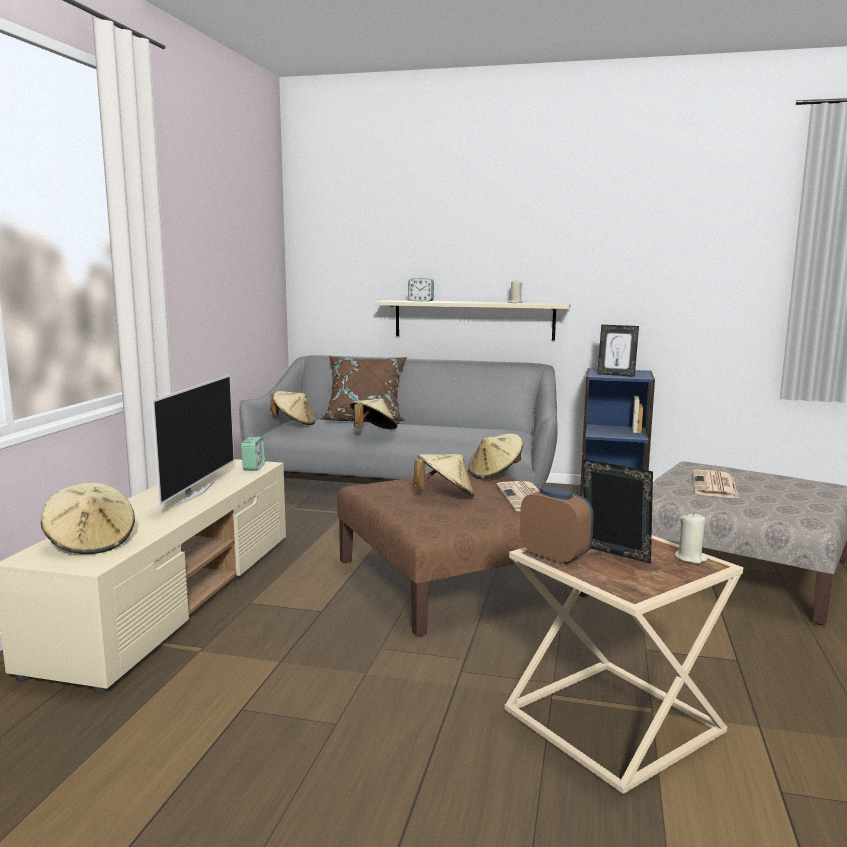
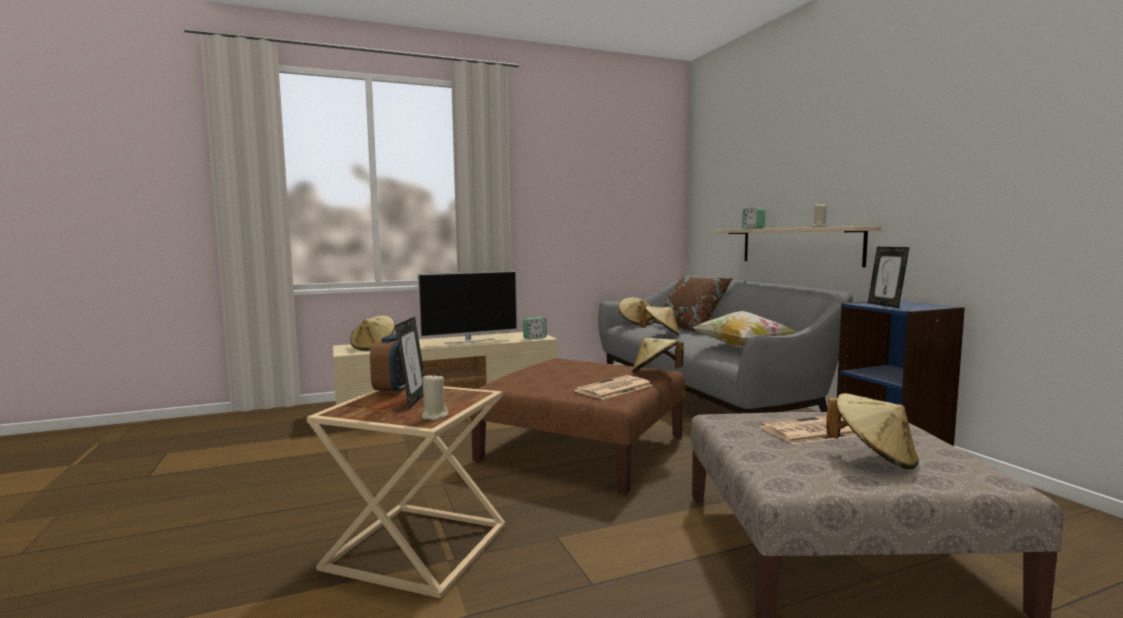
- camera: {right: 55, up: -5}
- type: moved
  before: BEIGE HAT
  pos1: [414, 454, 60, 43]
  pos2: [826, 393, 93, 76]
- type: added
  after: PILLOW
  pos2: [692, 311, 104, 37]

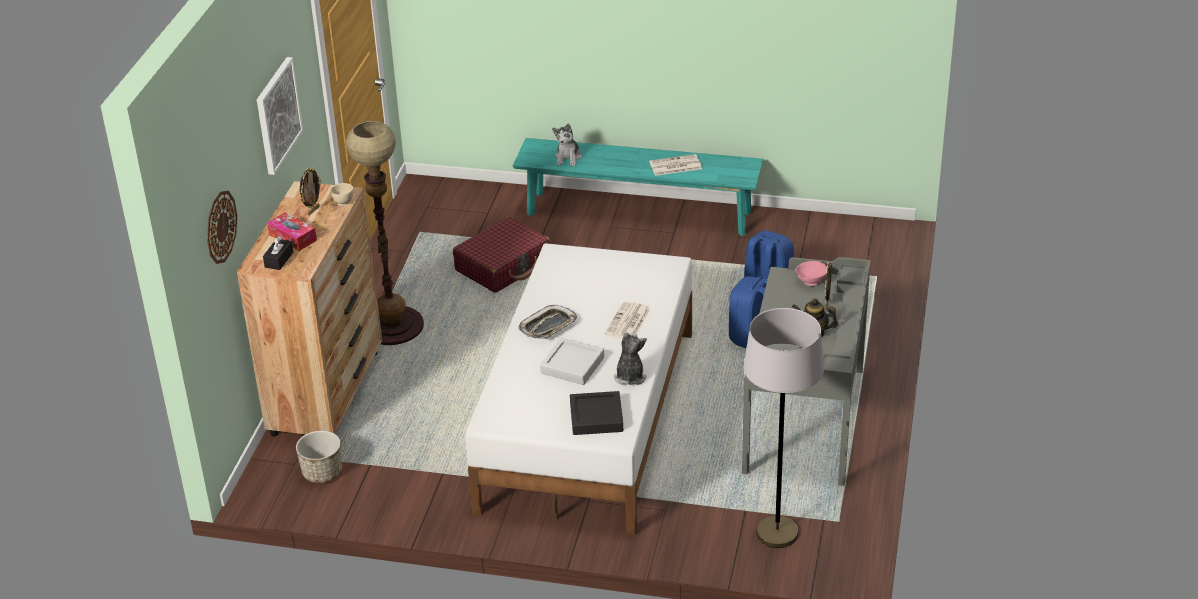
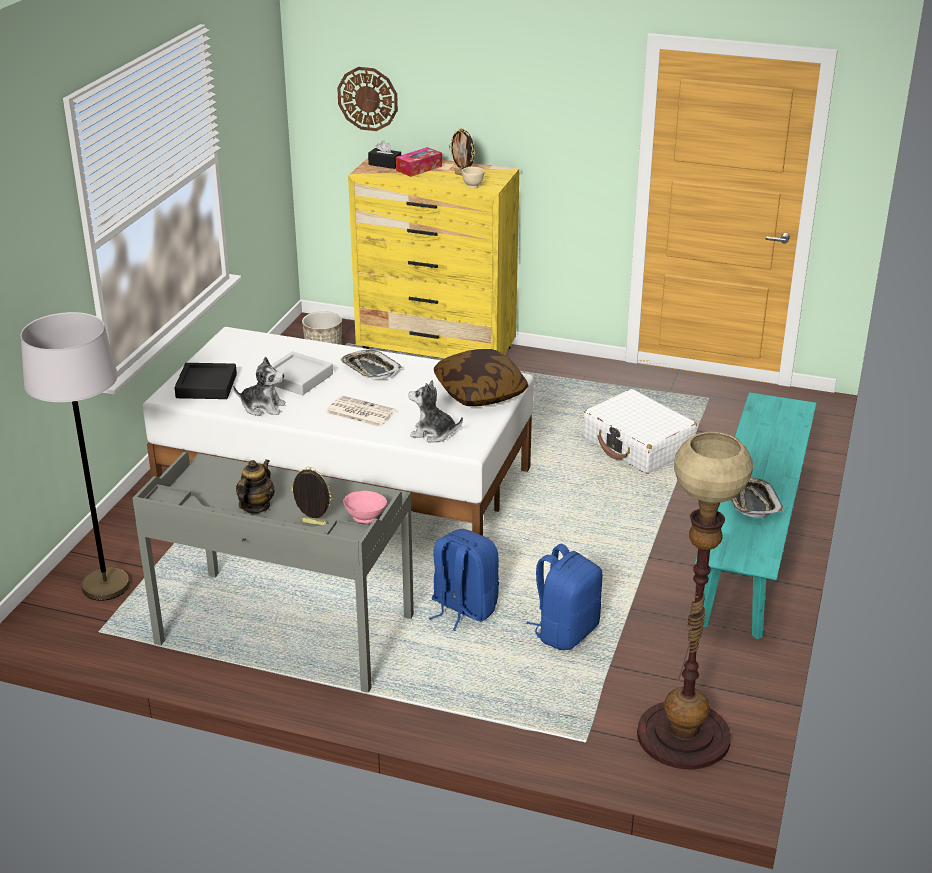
- camera: {right: 95, up: -5}
- type: removed
  before: PICTURE
  pos1: [257, 57, 46, 118]
- type: moved
  before: FLOOR LAMP
  pos1: [346, 121, 78, 224]
  pos2: [637, 432, 116, 337]
- type: moved
  before: PLUSH TOY
  pos1: [552, 123, 30, 43]
  pos2: [408, 380, 55, 62]
- type: replaced
  before: NEWSPAPER
  after: TRAY
  pos1: [650, 154, 52, 22]
  pos2: [731, 478, 53, 40]
- type: recoloured
  before: BROWN DRESSER
  after: YELLOW DRESSER
  pos1: [237, 181, 145, 256]
  pos2: [348, 158, 171, 201]
- type: recoloured
  before: RED SUITCASE
  after: WHITE SUITCASE
  pos1: [453, 217, 97, 76]
  pos2: [583, 389, 114, 85]
- type: added
  after: PILLOW
  pos2: [434, 349, 94, 57]

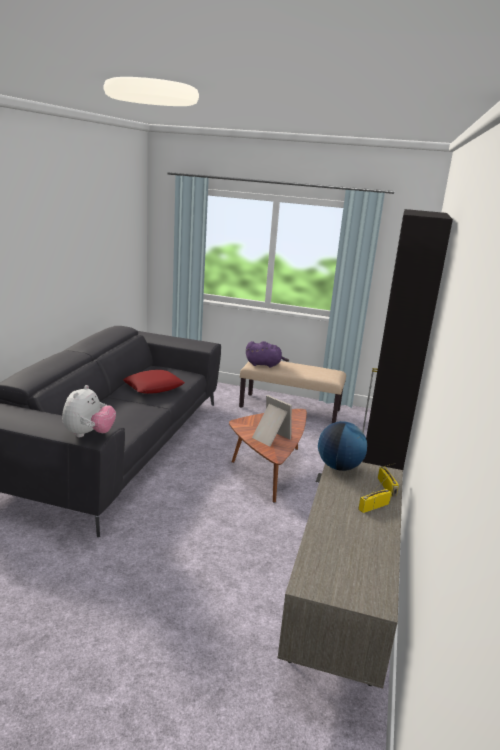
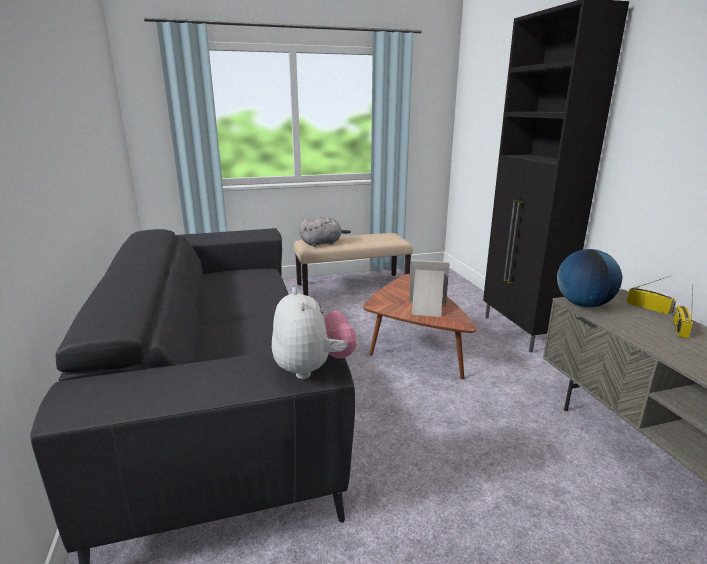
- camera: {right: -30, up: 0}
- type: recoloured
  before: PURPLE PLUSH TOY
  after: GREY PLUSH TOY
  pos1: [246, 341, 43, 27]
  pos2: [299, 216, 52, 31]
- type: removed
  before: RED PILLOW
  pos1: [123, 370, 62, 24]

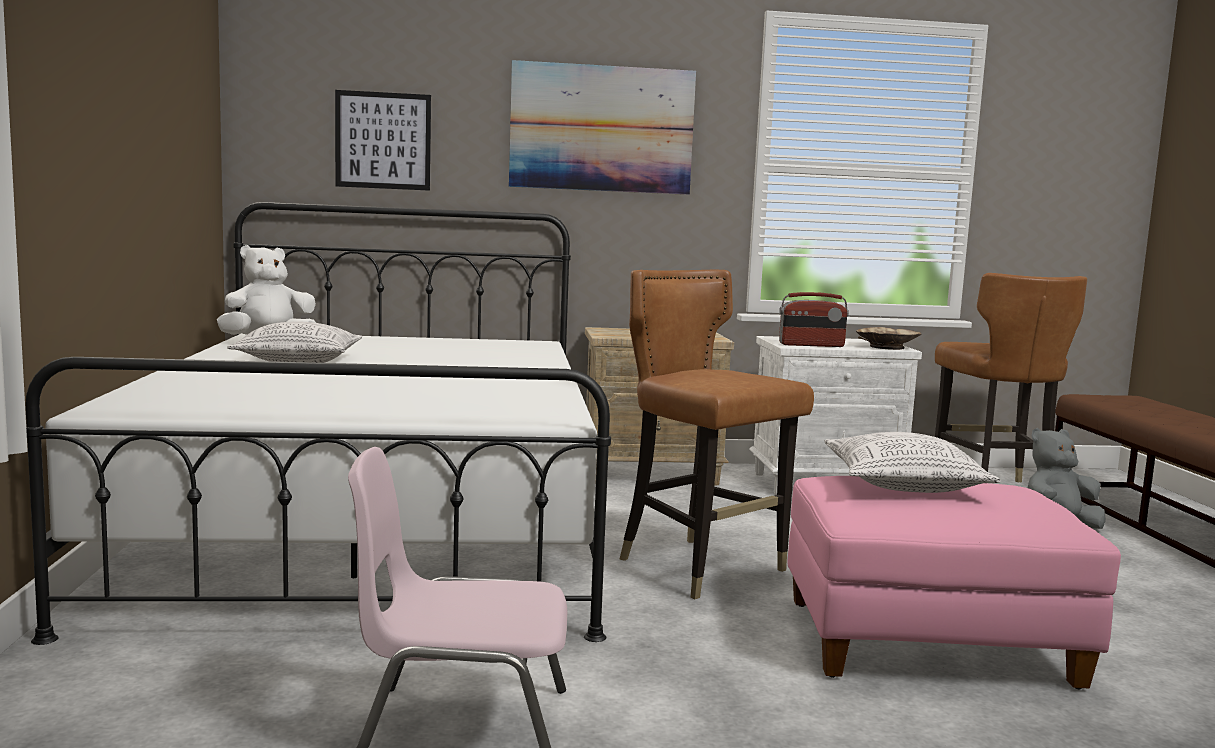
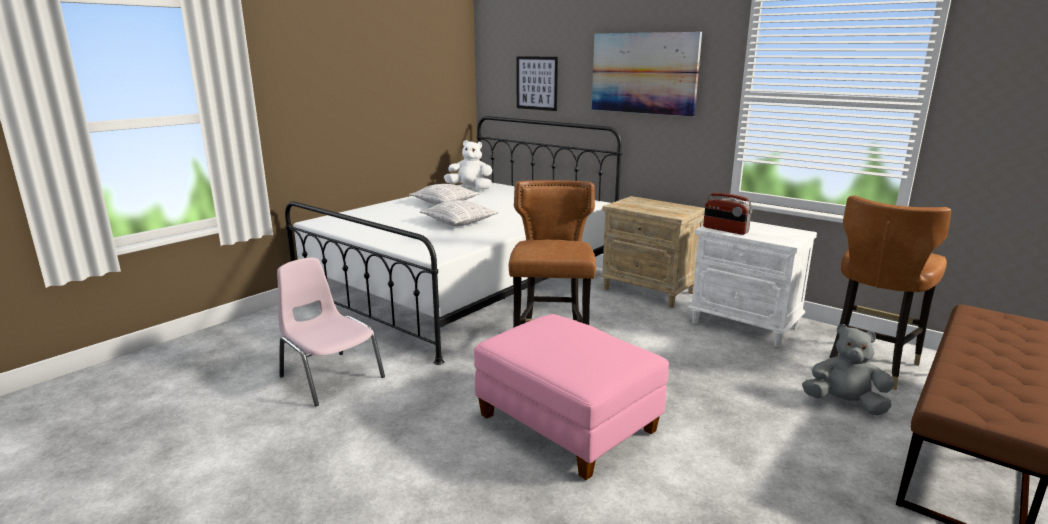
- camera: {right: 45, up: 10}
- type: removed
  before: BEIGE BOWL
  pos1: [856, 327, 65, 23]
- type: moved
  before: PILLOW
  pos1: [824, 432, 176, 61]
  pos2: [420, 200, 79, 26]

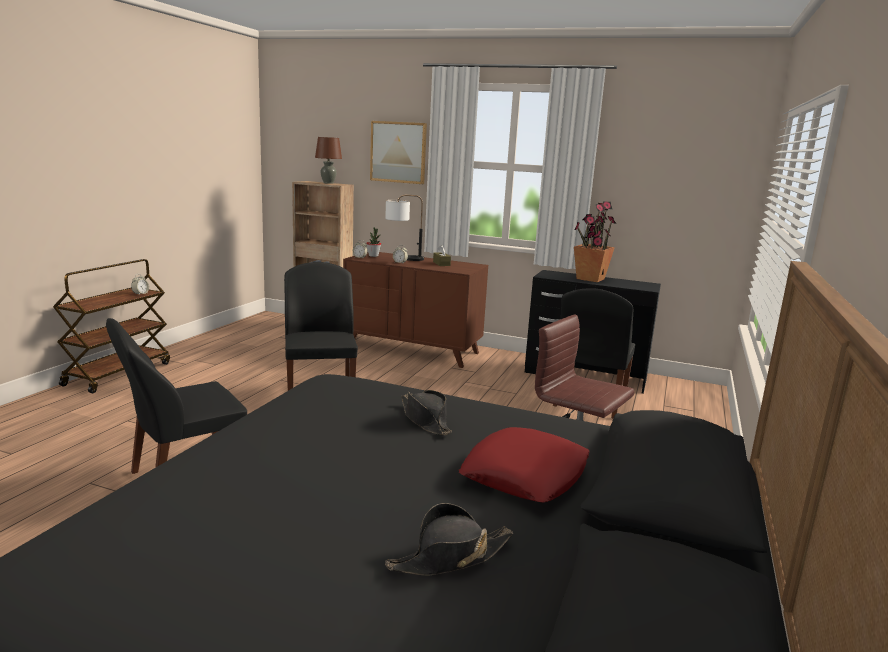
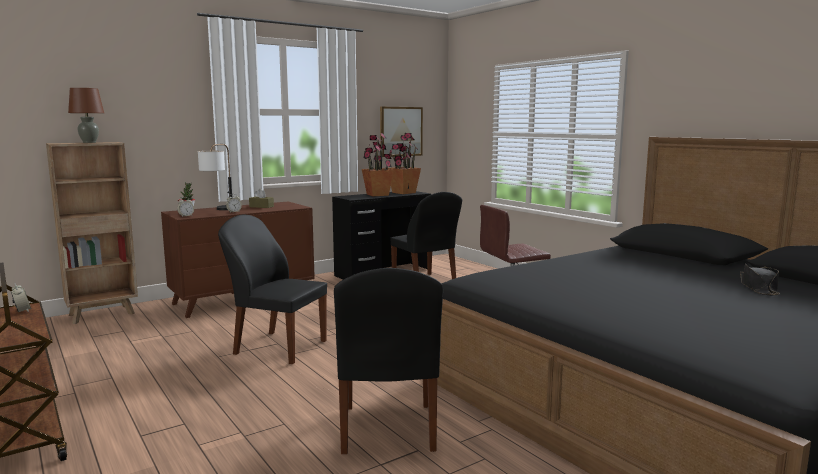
- camera: {right: -55, up: -5}
- type: moved
  before: PICTURE
  pos1: [370, 121, 57, 63]
  pos2: [380, 107, 43, 50]
- type: removed
  before: BLACK HAT
  pos1: [401, 390, 51, 45]
- type: removed
  before: RED PILLOW
  pos1: [459, 427, 131, 76]
- type: added
  after: POTTED PLANT
  pos2: [388, 133, 33, 61]

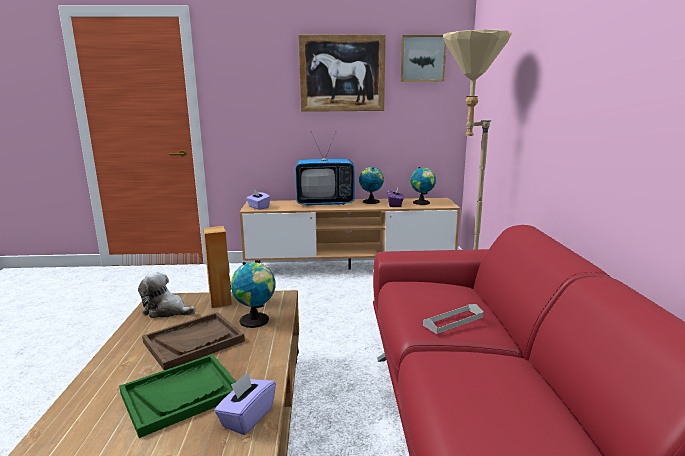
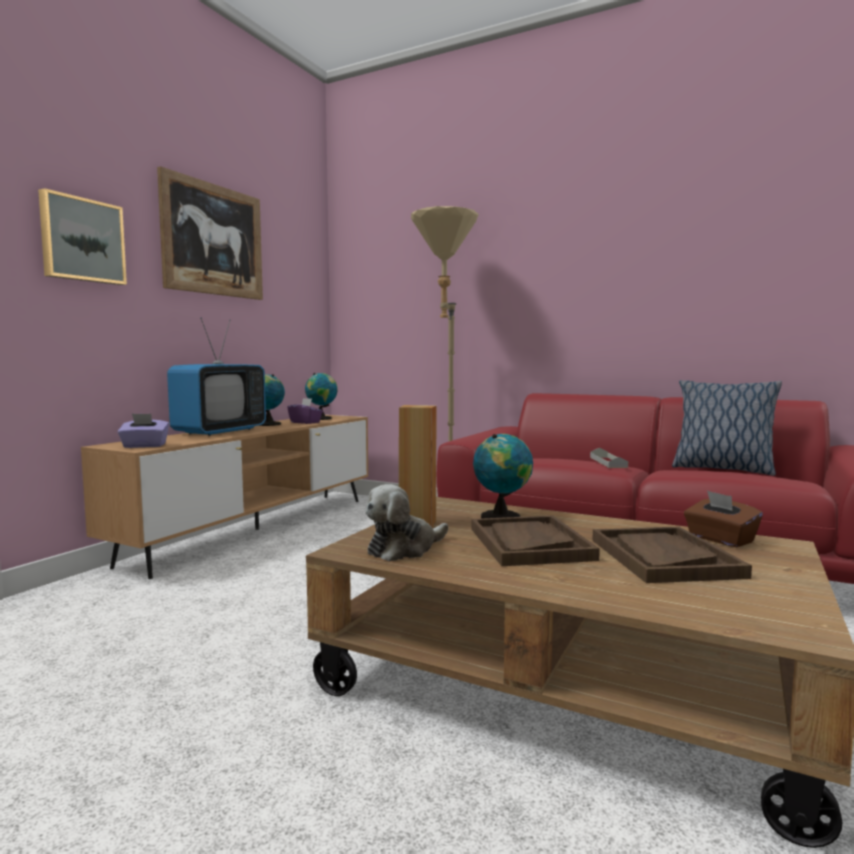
- camera: {right: -60, up: -10}
- type: moved
  before: PICTURE
  pos1: [401, 35, 45, 47]
  pos2: [38, 188, 89, 97]
- type: recoloured
  before: GREEN TRAY
  after: BROWN TRAY
  pos1: [119, 354, 117, 84]
  pos2: [592, 527, 160, 56]
- type: recoloured
  before: PURPLE TISSUE BOX
  after: BROWN TISSUE BOX
  pos1: [214, 372, 62, 63]
  pos2: [684, 491, 79, 56]
- type: added
  after: PILLOW
  pos2: [672, 380, 110, 96]

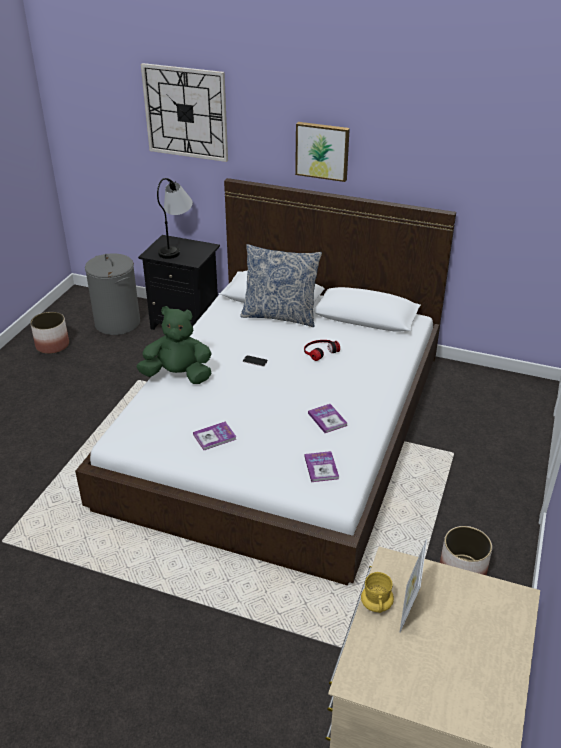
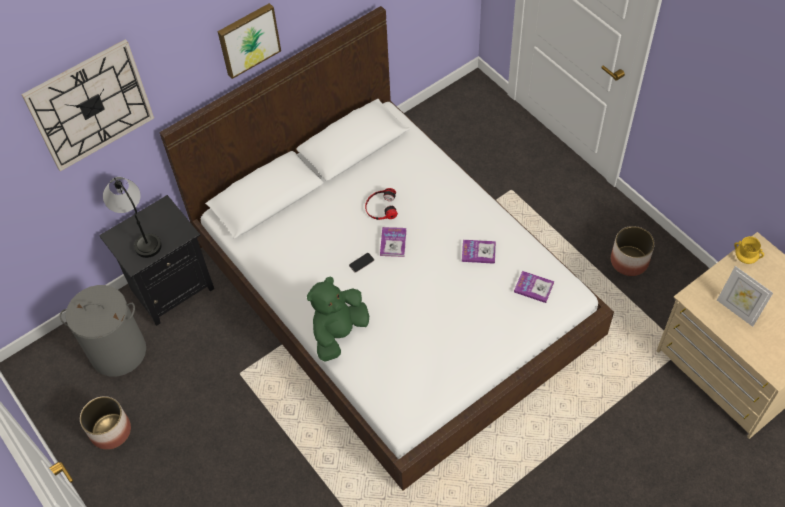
- camera: {right: -55, up: 20}
- type: removed
  before: PILLOW
  pos1: [240, 244, 82, 83]
- type: moved
  before: BOOK
  pos1: [193, 422, 43, 28]
  pos2: [380, 227, 26, 30]
- type: moved
  before: YELLOW MUG
  pos1: [361, 572, 33, 41]
  pos2: [734, 236, 30, 28]

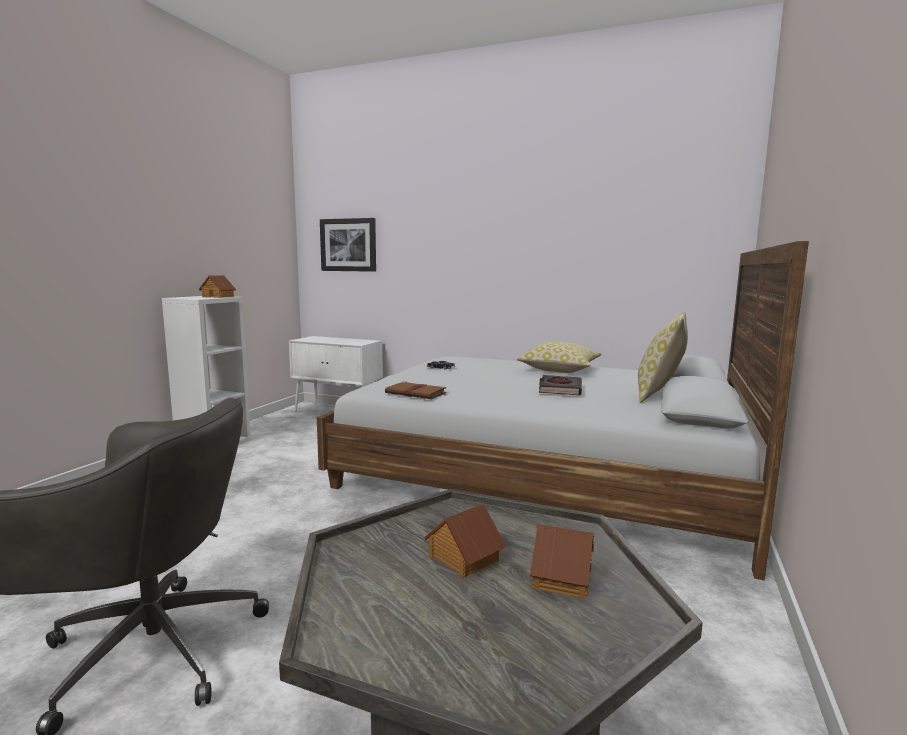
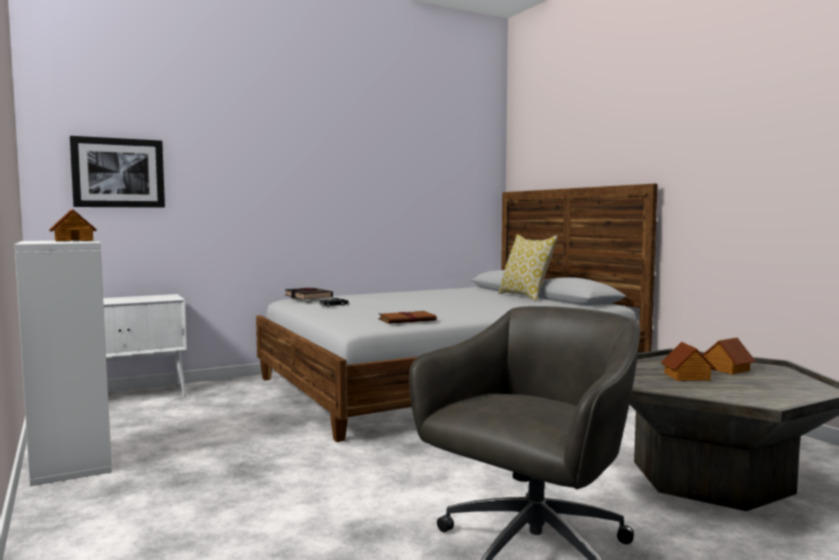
- camera: {right: -50, up: -5}
- type: removed
  before: PILLOW
  pos1: [517, 341, 85, 32]
- type: moved
  before: BLACK BOOK
  pos1: [539, 375, 43, 20]
  pos2: [285, 288, 48, 12]

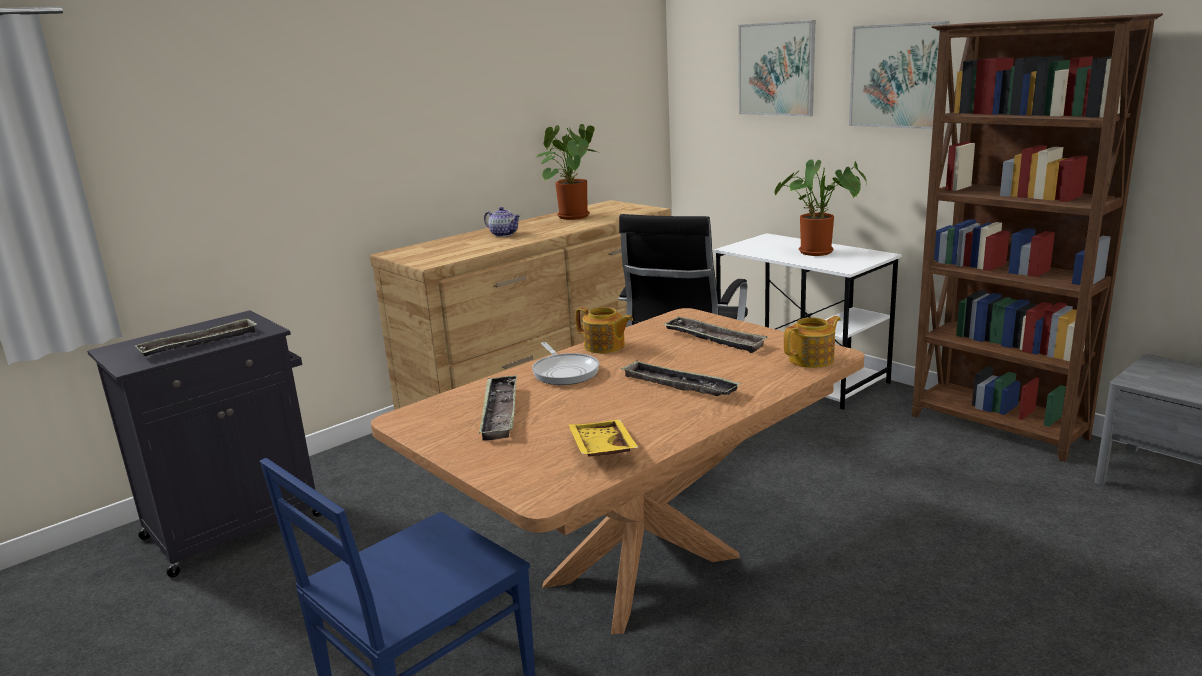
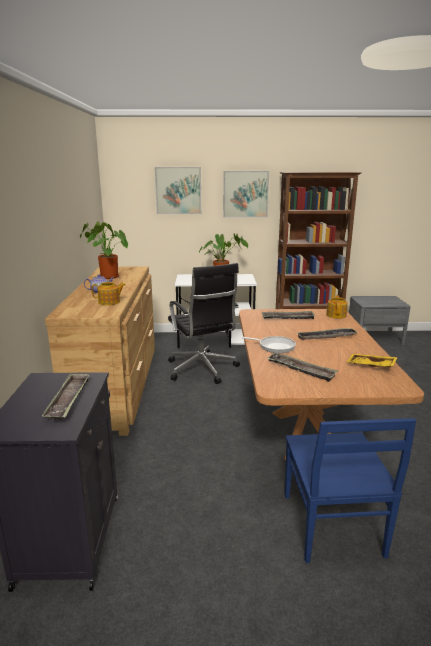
- camera: {right: -50, up: 0}
- type: moved
  before: TEAPOT
  pos1: [576, 307, 57, 46]
  pos2: [92, 282, 34, 23]

